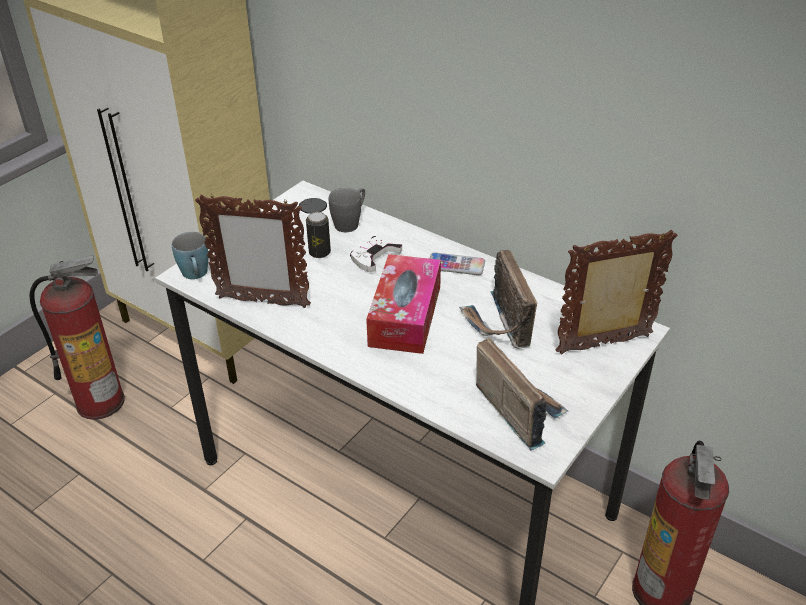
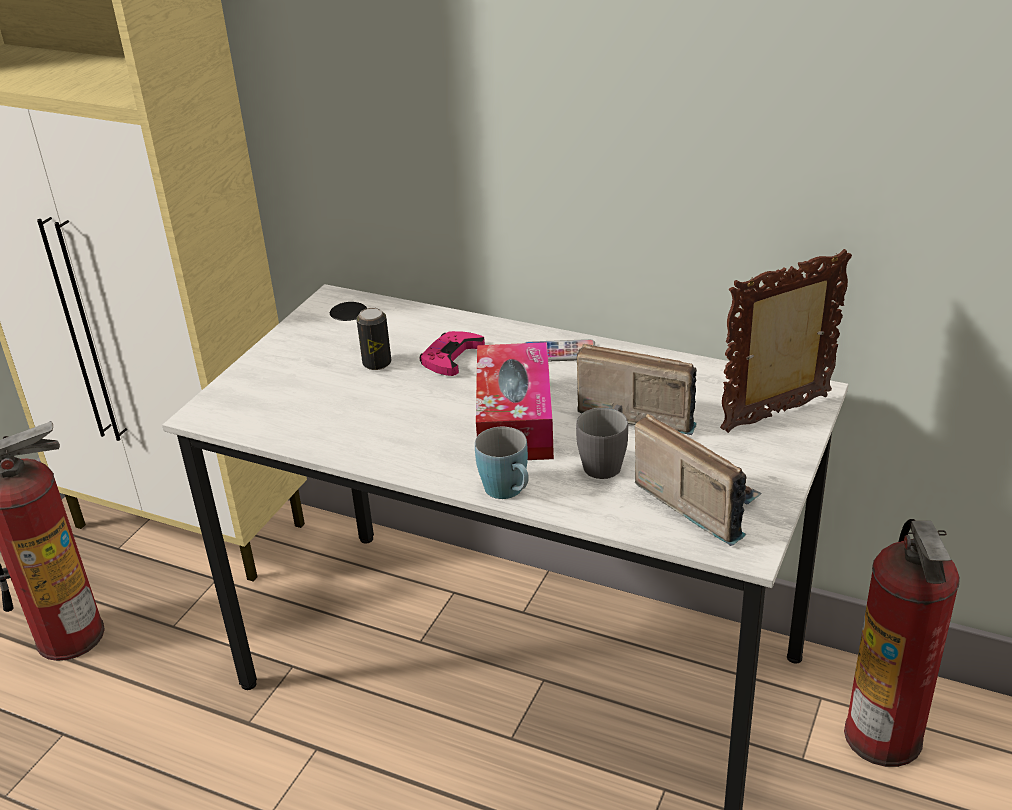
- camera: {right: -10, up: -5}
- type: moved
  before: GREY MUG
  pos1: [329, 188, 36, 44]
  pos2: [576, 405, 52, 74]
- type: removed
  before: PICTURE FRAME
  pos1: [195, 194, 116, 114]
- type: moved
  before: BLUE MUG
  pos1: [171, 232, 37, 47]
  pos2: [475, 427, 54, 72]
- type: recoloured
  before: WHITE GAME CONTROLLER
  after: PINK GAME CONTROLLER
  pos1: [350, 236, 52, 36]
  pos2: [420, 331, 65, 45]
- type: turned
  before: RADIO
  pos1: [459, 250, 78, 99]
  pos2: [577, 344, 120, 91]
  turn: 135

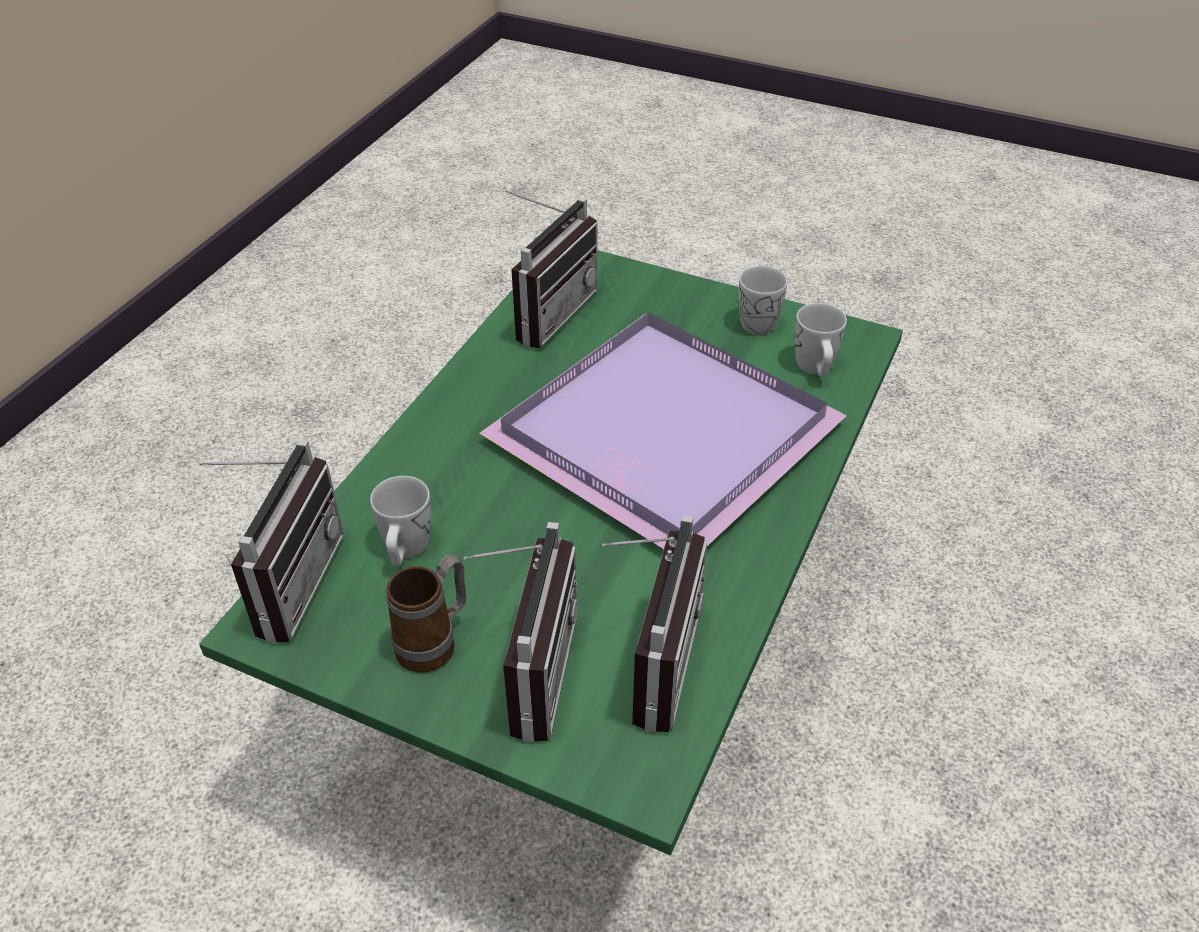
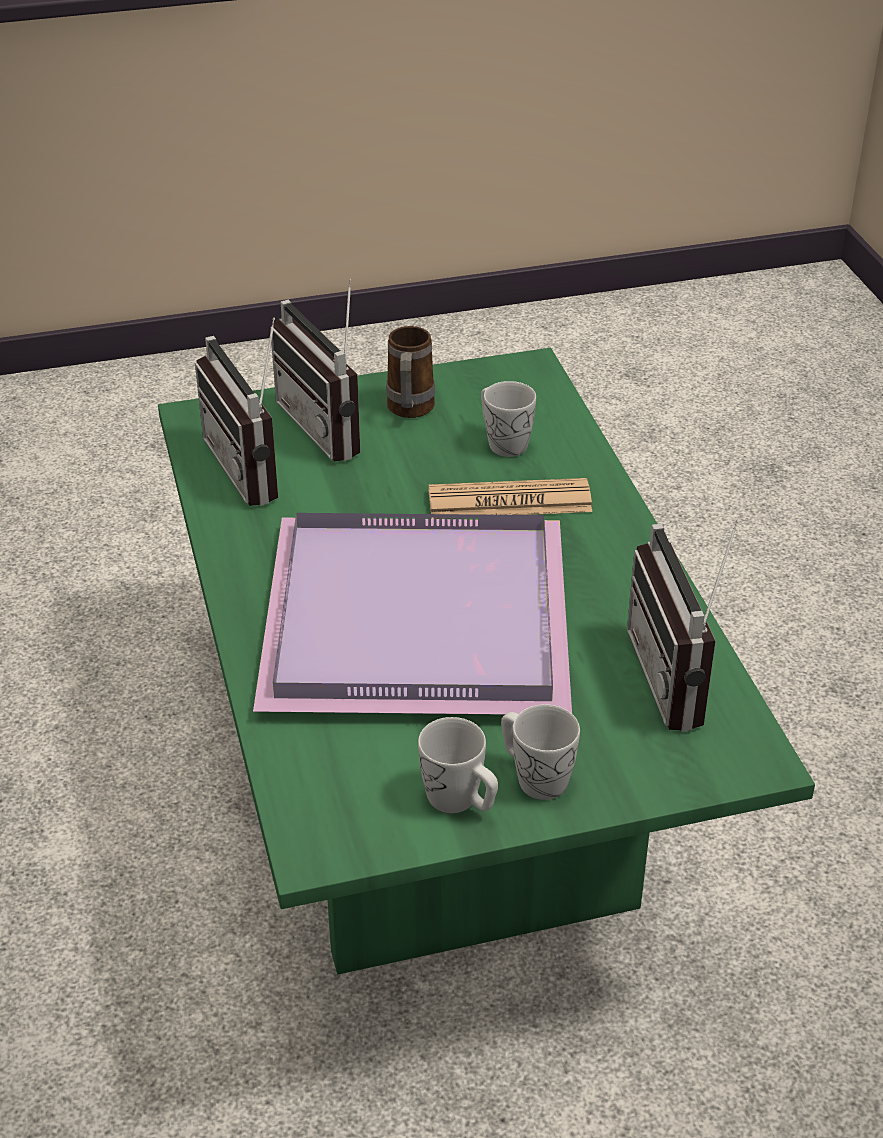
- camera: {right: 140, up: -5}
- type: moved
  before: WHITE MUG
  pos1: [795, 303, 52, 74]
  pos2: [501, 704, 79, 96]
- type: removed
  before: RADIO
  pos1: [198, 439, 146, 205]
- type: added
  after: NEWSPAPER
  pos2: [428, 478, 164, 41]

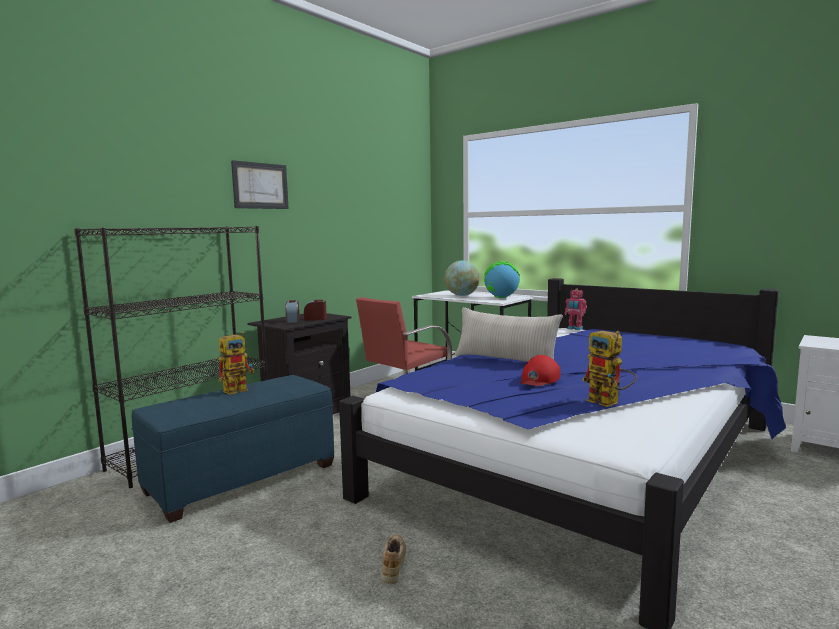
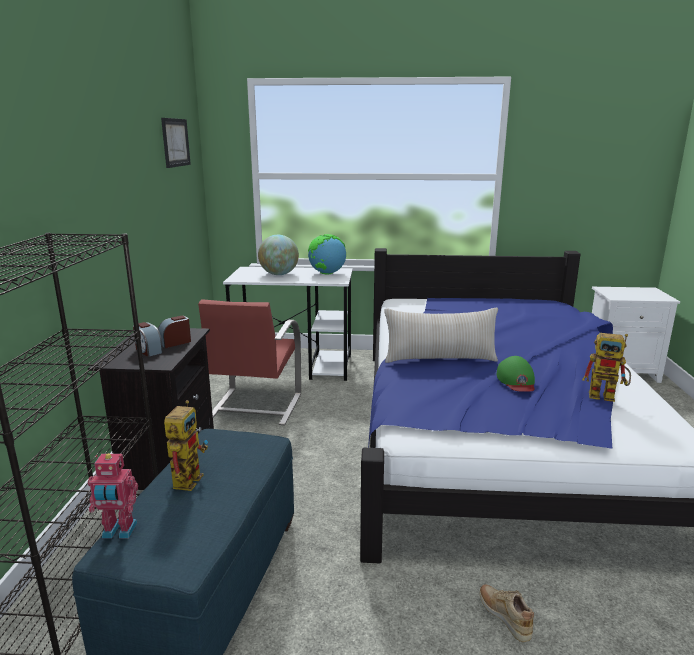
- camera: {right: -35, up: 10}
- type: moved
  before: PICTURE
  pos1: [231, 160, 58, 49]
  pos2: [161, 118, 30, 50]
- type: moved
  before: TOY ROBOT
  pos1: [565, 288, 22, 42]
  pos2: [88, 453, 50, 86]
- type: recoloured
  before: RED CAP
  after: GREEN CAP
  pos1: [520, 355, 40, 31]
  pos2: [497, 356, 38, 36]

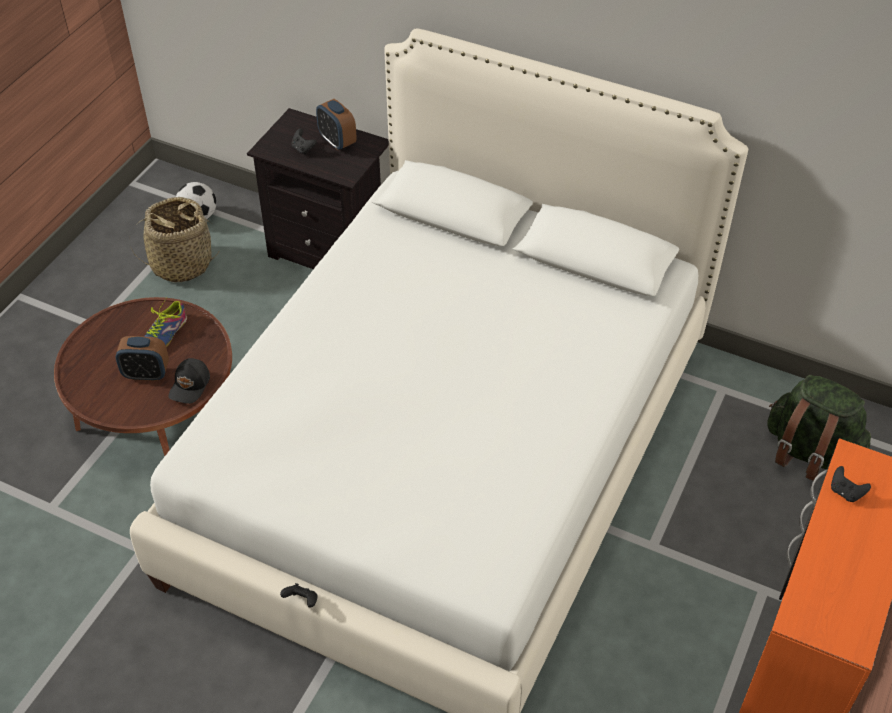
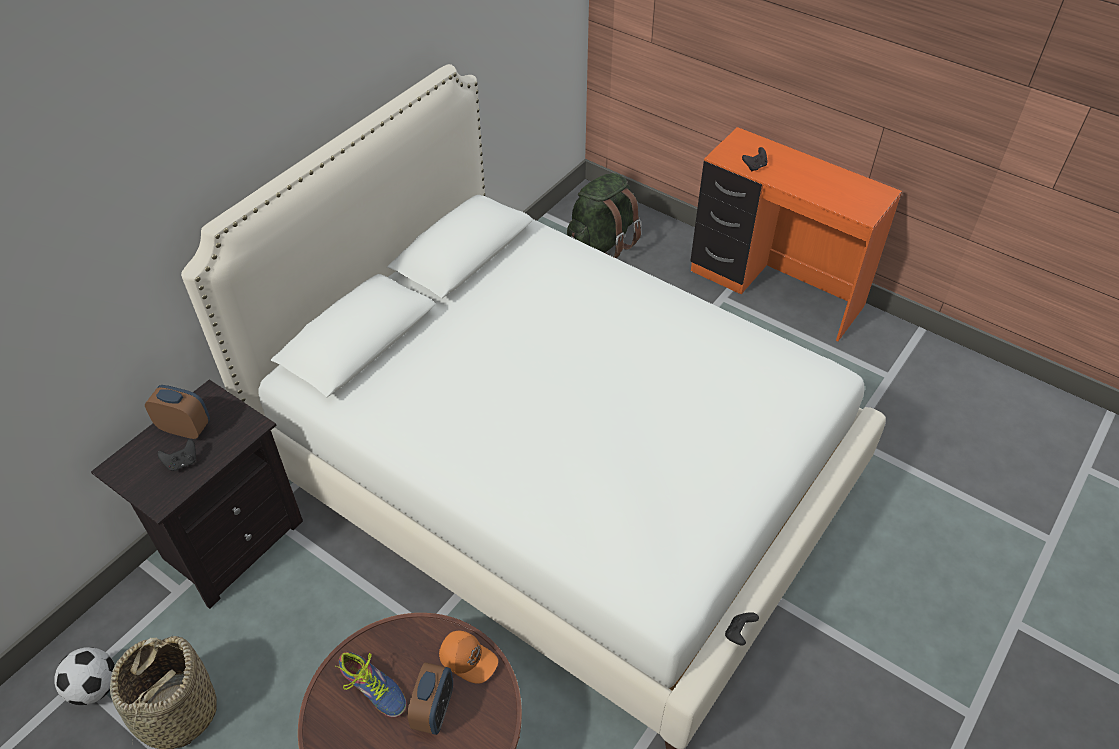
- camera: {right: -80, up: 0}
- type: turned
  before: ALARM CLOCK
  pos1: [316, 99, 41, 51]
  pos2: [145, 385, 65, 54]
  turn: -135
- type: recoloured
  before: BLACK CAP
  after: ORANGE CAP
  pos1: [169, 358, 41, 46]
  pos2: [439, 631, 59, 53]
- type: moved
  before: BLACK GAME CONTROLLER
  pos1: [280, 583, 38, 25]
  pos2: [725, 612, 34, 33]

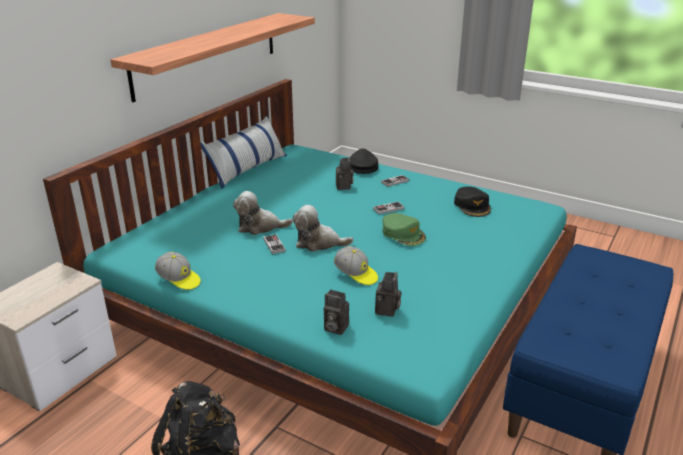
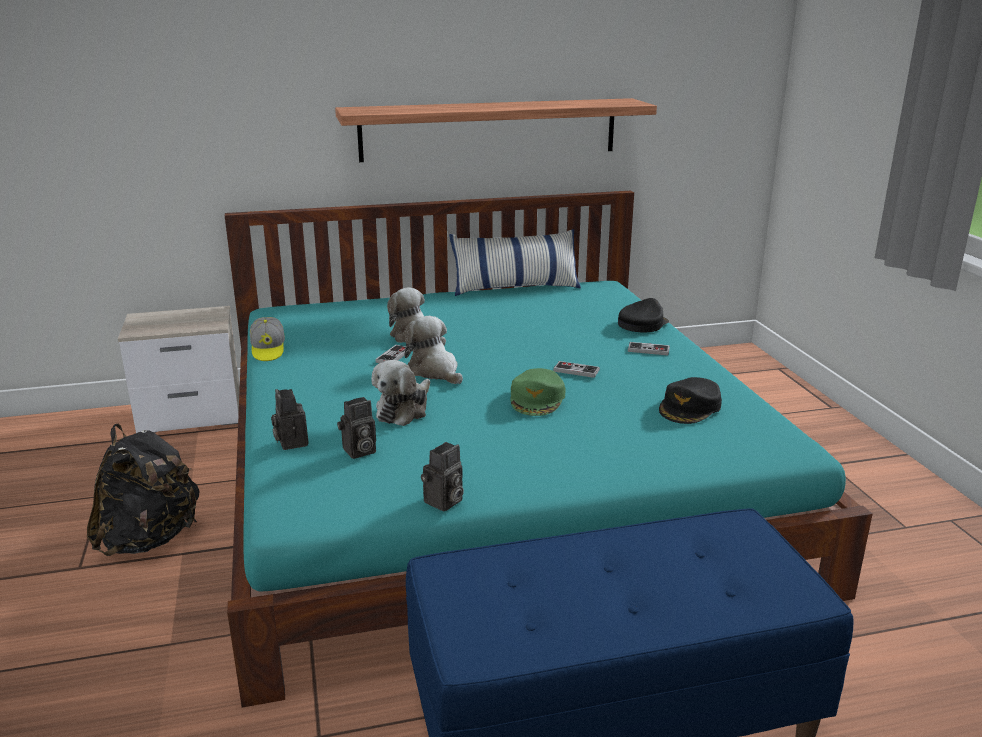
- camera: {right: 45, up: -5}
- type: moved
  before: PHOTO CAMERA
  pos1: [336, 157, 18, 33]
  pos2: [421, 442, 43, 69]
- type: replaced
  before: CAP
  after: PLUSH TOY
  pos1: [334, 246, 44, 39]
  pos2: [371, 360, 59, 66]

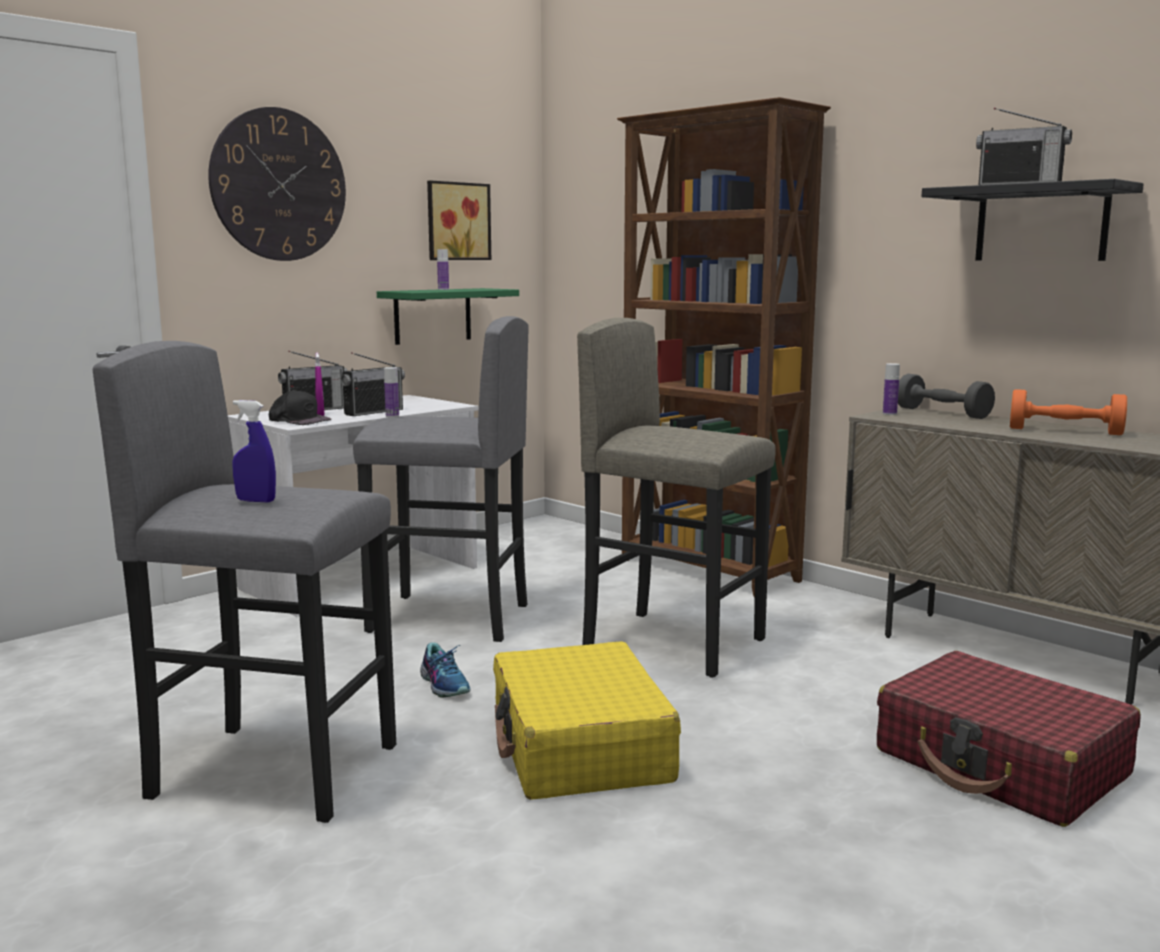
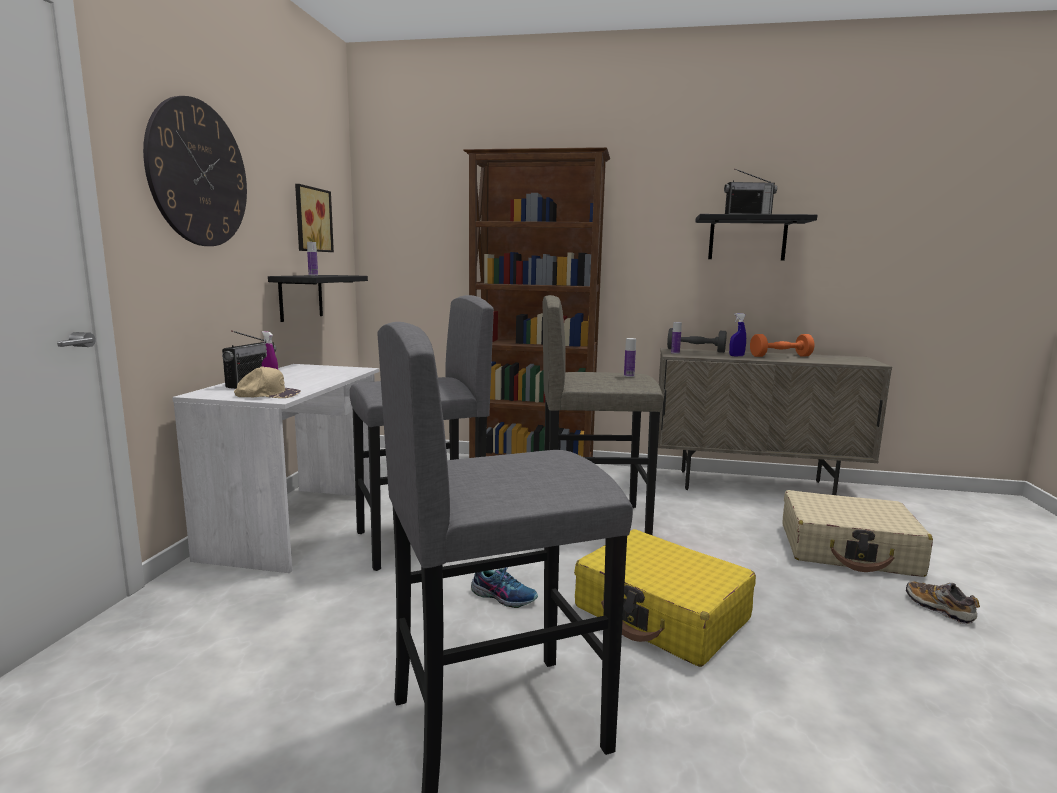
- camera: {right: -35, up: 0}
- type: recoloured
  before: GREEN SHELF
  after: BLACK SHELF
  pos1: [377, 288, 142, 57]
  pos2: [268, 275, 100, 47]
- type: removed
  before: RADIO
  pos1: [341, 352, 64, 64]
- type: moved
  before: BOTTLE
  pos1: [384, 367, 15, 50]
  pos2: [624, 338, 12, 39]
- type: recoloured
  before: BLACK CAP
  after: BEIGE CAP
  pos1: [269, 390, 62, 35]
  pos2: [234, 366, 67, 32]
- type: moved
  before: BLUE SPRAY BOTTLE
  pos1: [232, 400, 44, 102]
  pos2: [729, 313, 17, 43]
- type: recoloured
  before: RED SUITCASE
  after: BEIGE SUITCASE
  pos1: [877, 651, 264, 176]
  pos2: [782, 490, 151, 87]
- type: added
  after: SHOE
  pos2: [906, 581, 74, 43]

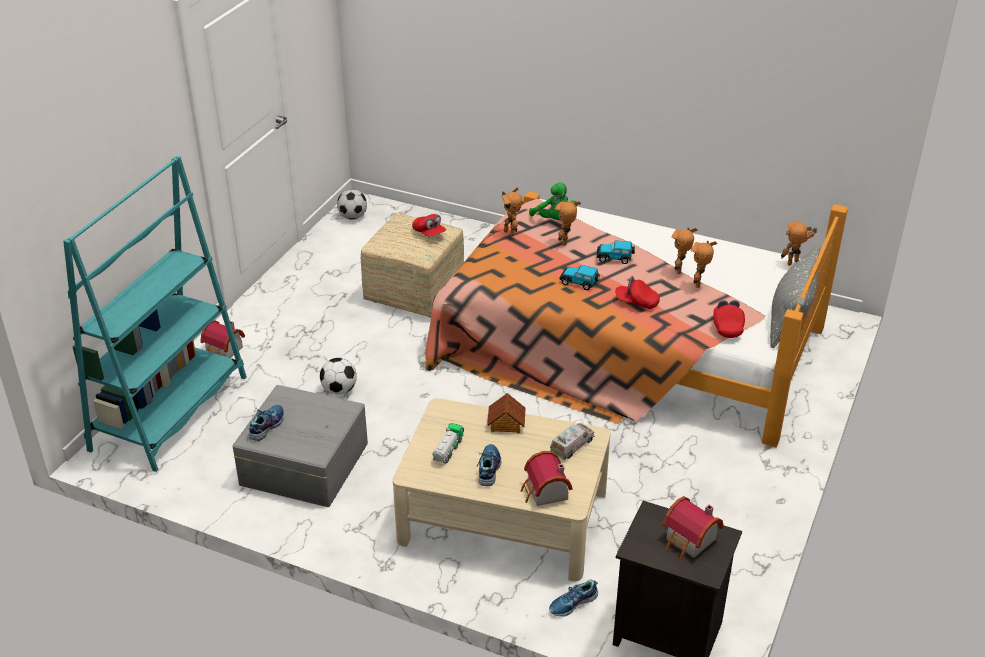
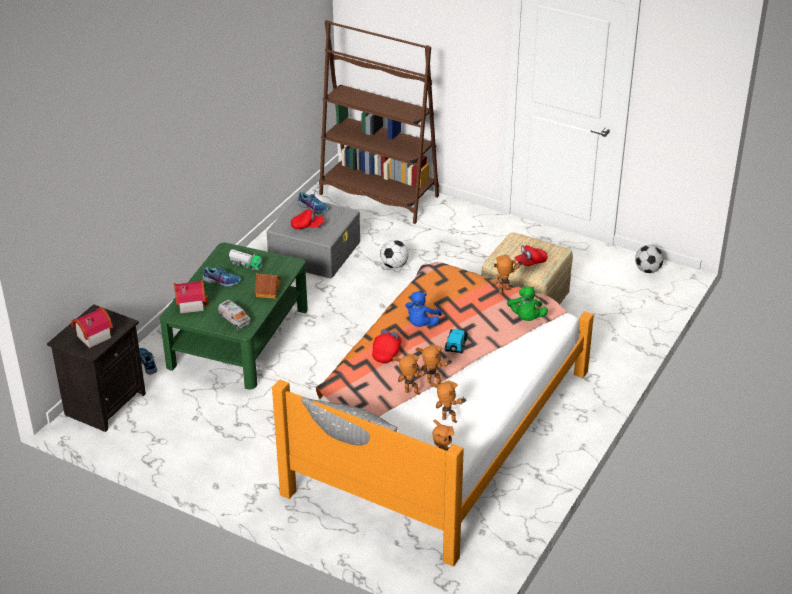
- camera: {right: 95, up: 0}
- type: recoloured
  before: TURQUOISE BOOKCASE
  after: BROWN BOOKCASE
  pos1: [63, 156, 184, 316]
  pos2: [319, 20, 120, 204]
- type: turned
  before: GREEN PLUSH TOY
  pos1: [529, 182, 45, 38]
  pos2: [507, 286, 41, 35]
  turn: -60
- type: moved
  before: TOY ROBOT
  pos1: [555, 201, 26, 45]
  pos2: [430, 381, 37, 42]
- type: replaced
  before: TOY CAR
  after: BLUE PLUSH TOY
  pos1: [559, 265, 41, 25]
  pos2: [405, 292, 37, 35]
- type: moved
  before: RED CAP
  pos1: [713, 300, 32, 38]
  pos2: [291, 208, 33, 22]
- type: removed
  before: TOY HOUSE
  pos1: [200, 320, 45, 38]
- type: recoloured
  before: BEIGE COFFEE TABLE
  after: GREEN COFFEE TABLE
  pos1: [392, 398, 219, 183]
  pos2: [160, 242, 148, 148]

